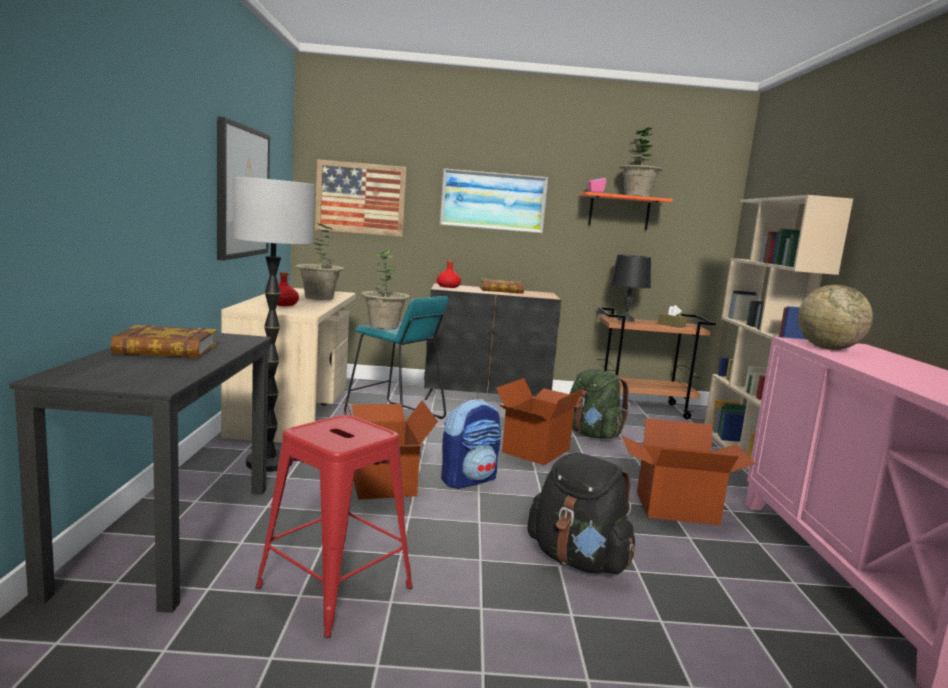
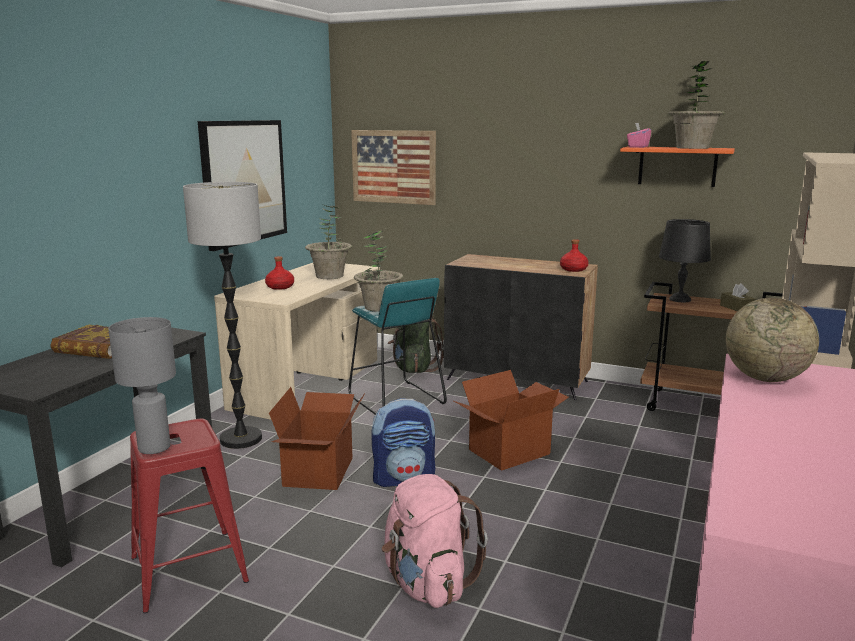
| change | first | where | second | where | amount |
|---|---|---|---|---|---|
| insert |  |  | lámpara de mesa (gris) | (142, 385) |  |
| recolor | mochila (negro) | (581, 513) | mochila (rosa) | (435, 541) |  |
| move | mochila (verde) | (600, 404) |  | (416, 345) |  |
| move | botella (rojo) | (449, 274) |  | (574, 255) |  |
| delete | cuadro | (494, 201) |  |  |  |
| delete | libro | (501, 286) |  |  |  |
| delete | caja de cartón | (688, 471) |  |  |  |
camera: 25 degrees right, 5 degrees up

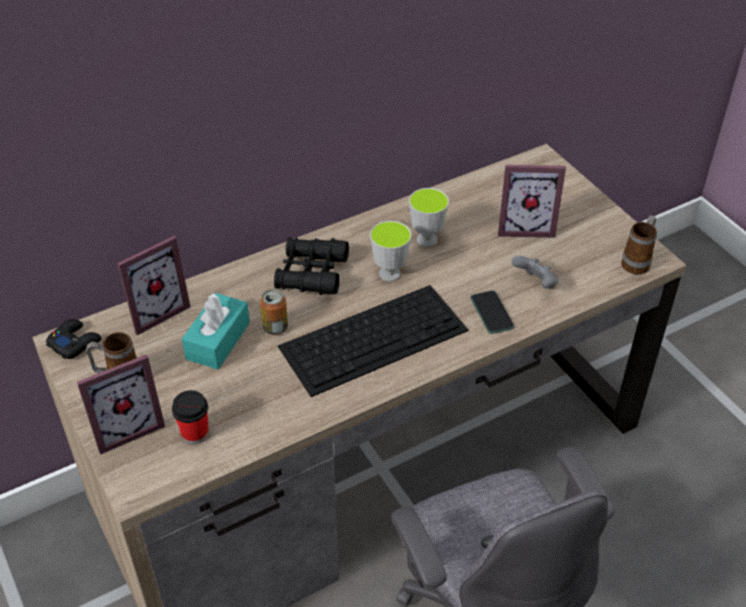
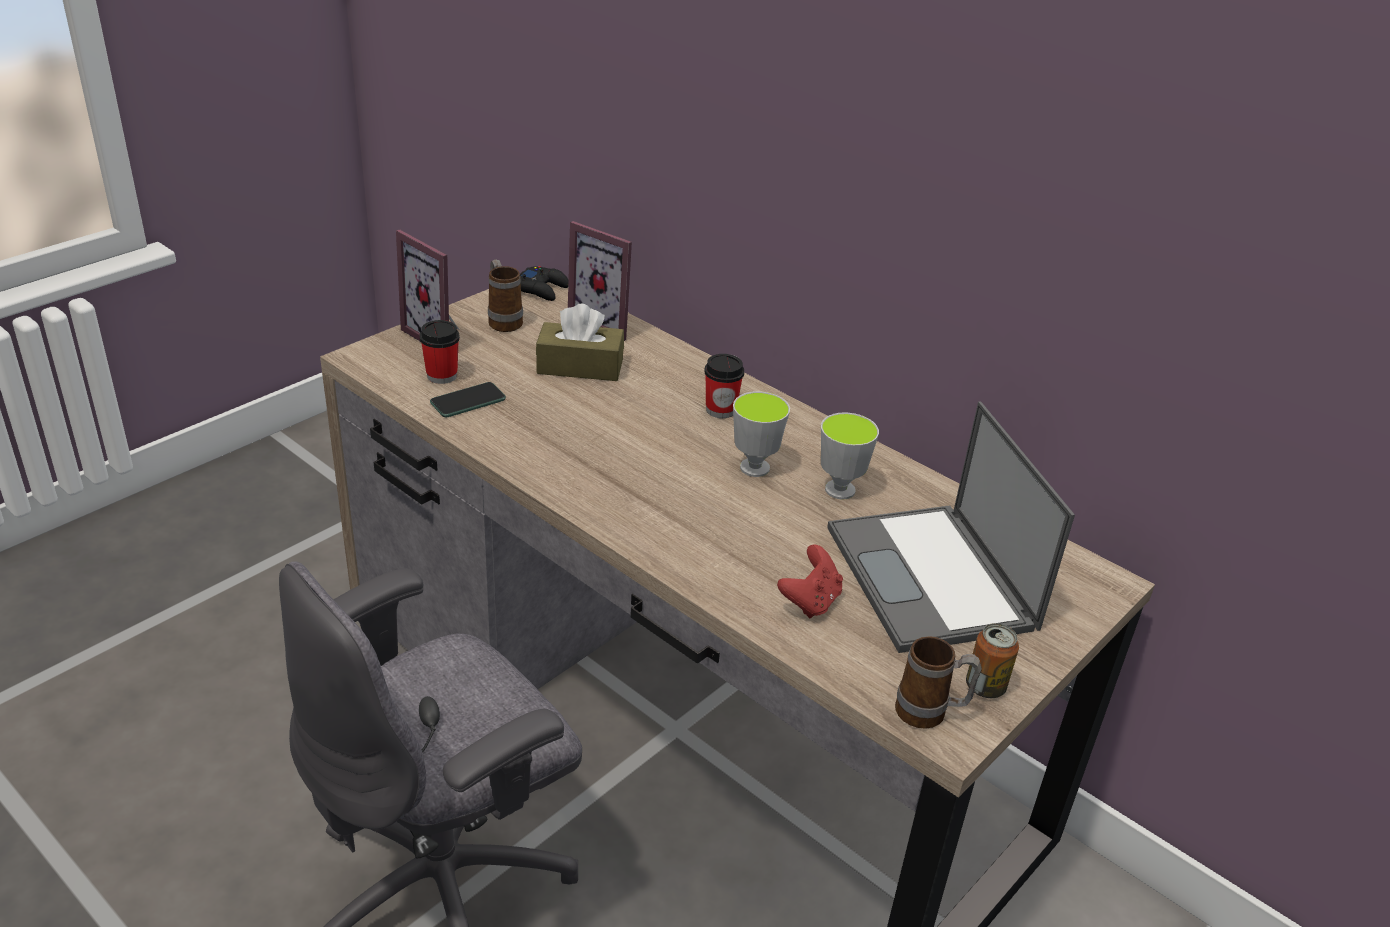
| change | first | where | second | where | amount |
|---|---|---|---|---|---|
| move | móvil | (492, 312) |  | (468, 399) |  |
| recolor | caja de pañuelos (turquesa) | (216, 331) | caja de pañuelos (marrón) | (580, 342) |  |
| replace | prismáticos (negro) | (311, 266) | taza | (724, 386) |  |
| recolor | mando de consola (gris) | (534, 272) | mando de consola (rojo) | (810, 581) |  |
| replace | portarretratos | (532, 201) | portátil | (951, 527) |  |
| move | lata | (274, 312) |  | (992, 660) |  |
| delete | teclado | (373, 341) |  |  |  |
camera: 70 degrees right, 10 degrees down

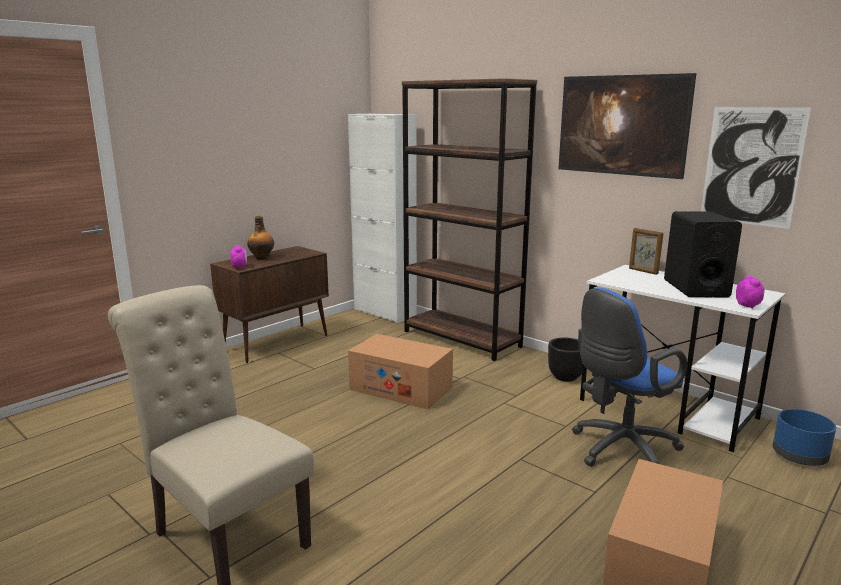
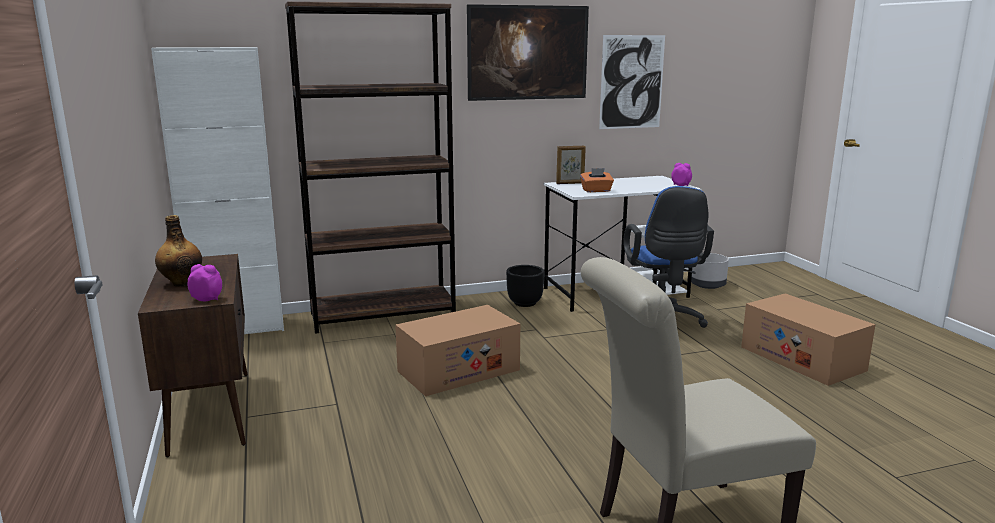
| change | first | where | second | where | amount |
|---|---|---|---|---|---|
| insert |  |  | caja de pañuelos (naranja) | (597, 180) |  |
| recolor | maceta (azul) | (804, 437) | maceta (gris) | (710, 271) |  |
| delete | altavoz (negro) | (703, 254) |  |  |  |
camera: 60 degrees left, 0 degrees up

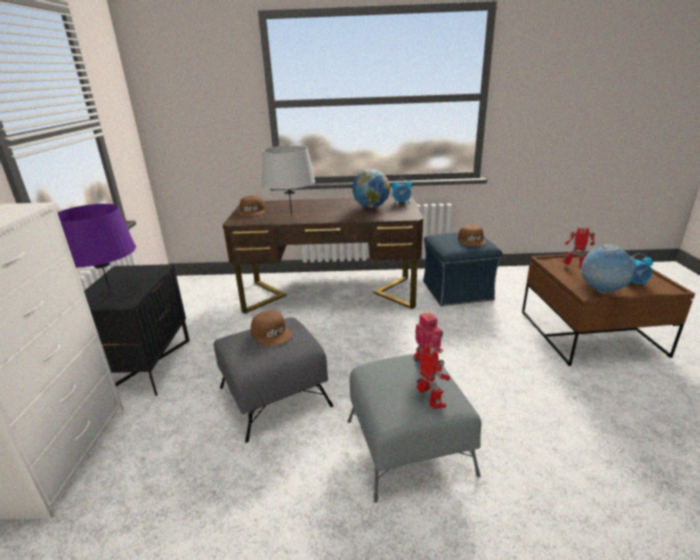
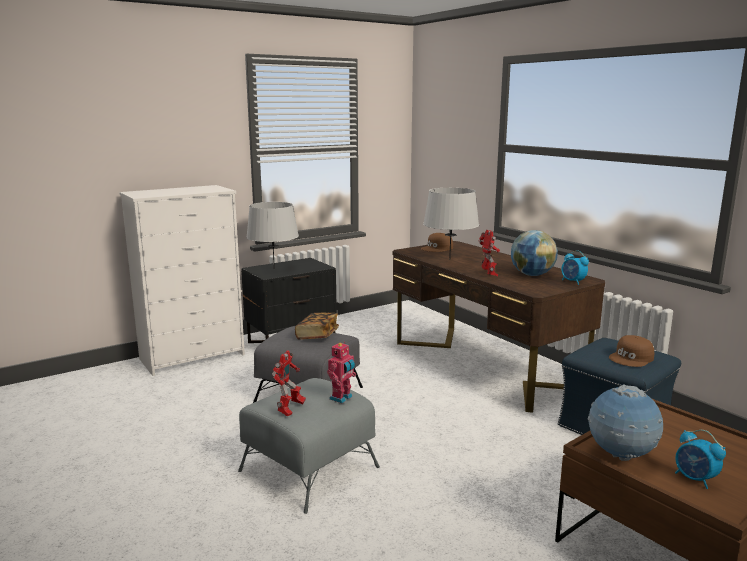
| change | first | where | second | where | amount |
|---|---|---|---|---|---|
| recolor | lámpara de mesa (morado) | (96, 249) | lámpara de mesa (gris) | (272, 236) |  |
| replace | gorra (marrón) | (272, 328) | libro | (317, 326) |  |
| move | robot de juguete | (578, 248) |  | (489, 253) |  |
camera: 55 degrees right, 10 degrees down

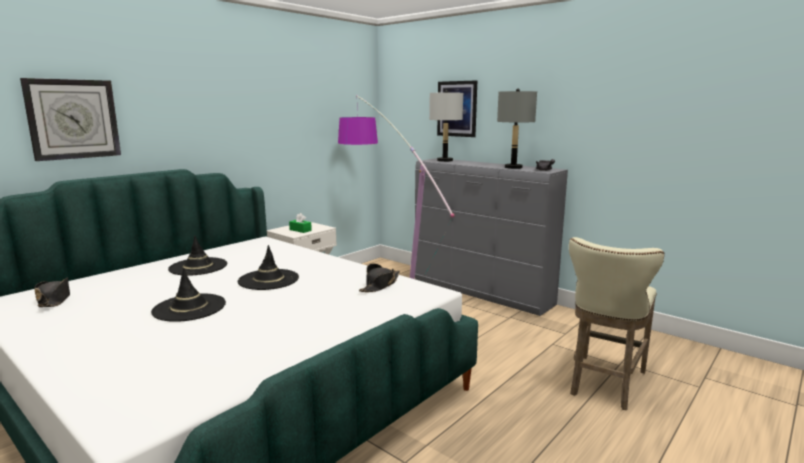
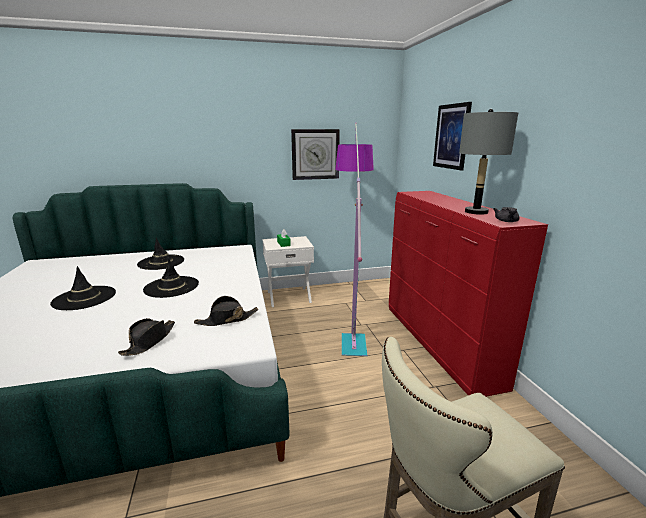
| change | first | where | second | where | amount |
|---|---|---|---|---|---|
| move | sombrero (negro) | (52, 292) |  | (146, 337) |  |
| move | reloj de pared | (70, 119) |  | (315, 154) |  |
| recolor | cómoda (gris) | (491, 237) | cómoda (rojo) | (468, 294) |  |
| delete | lámpara de mesa (gris) | (446, 126) |  |  |  |
camera: 35 degrees right, 5 degrees up

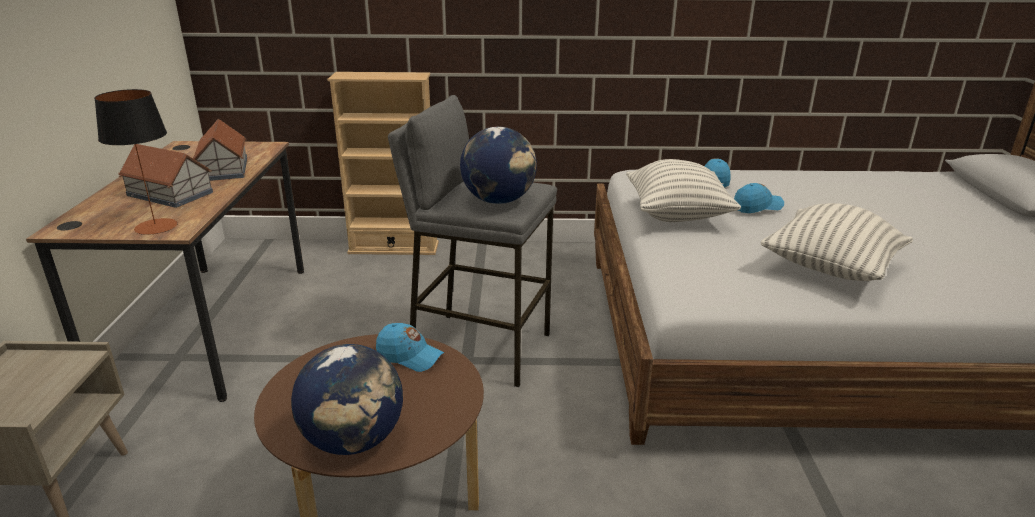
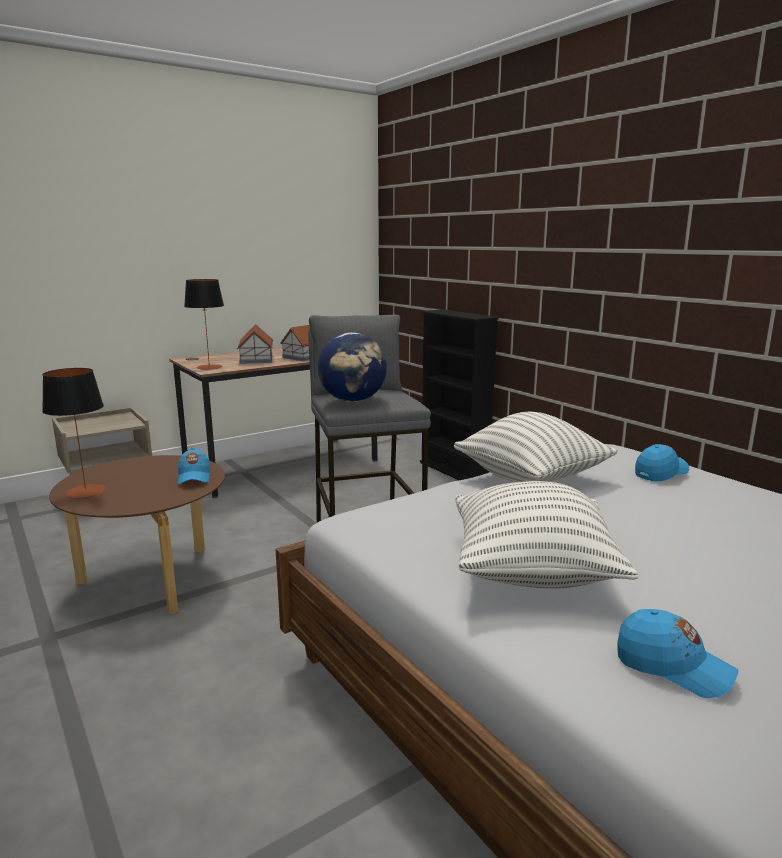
| change | first | where | second | where | amount |
|---|---|---|---|---|---|
| replace | globo terráqueo | (347, 399) | lámpara de mesa | (74, 433) |  |
| recolor | estantería (beis) | (383, 163) | estantería (negro) | (459, 394) |  |
| move | gorra (azul) | (759, 198) |  | (678, 653) |  |
camera: 55 degrees right, 10 degrees down

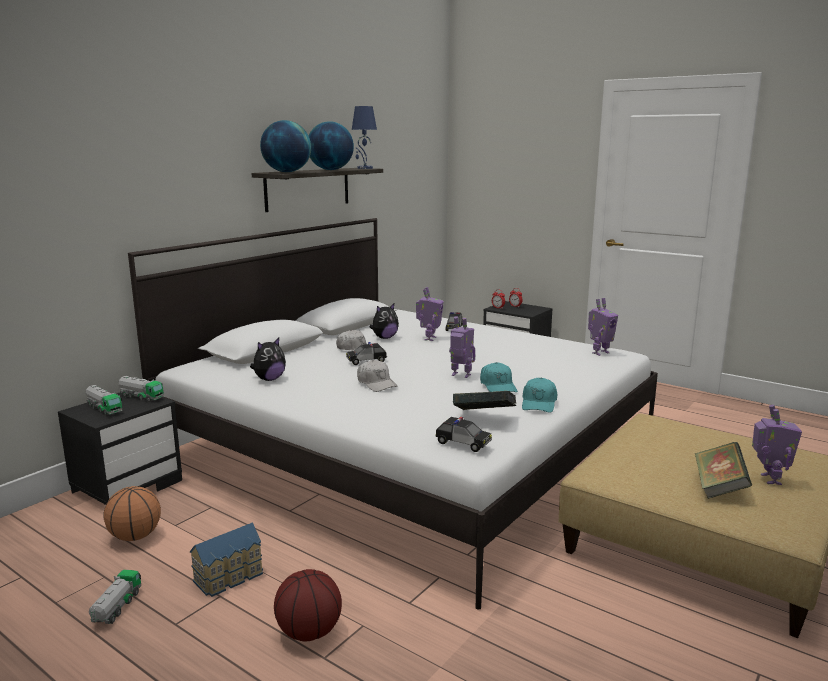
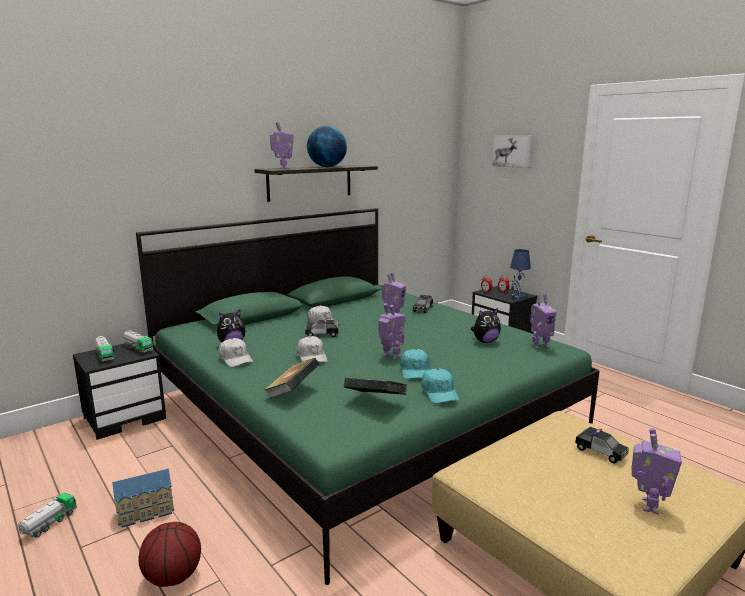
| change | first | where | second | where | amount |
|---|---|---|---|---|---|
| recolor | cama (blanco) | (393, 414) | cama (verde) | (368, 396) |  |
| insert |  |  | gorra (blanco) | (236, 352) |  |
| move | libro | (723, 470) |  | (291, 378) |  |
| replace | globo terráqueo | (285, 146) | robot de juguete | (281, 145) |  |
| rotate | gorra (turquesa) | (539, 395) |  | (440, 386) | 45 degrees counterclockwise |
| move | peluche | (384, 321) |  | (486, 325) |  |
| insert |  |  | cuadro | (512, 152) |  |
| move | lámpara de mesa (azul) | (364, 137) |  | (520, 273) |  |
| move | coche de juguete | (463, 434) |  | (602, 445) |  |
| delete | balón de baloncesto | (132, 513) |  |  |  |
camera: 15 degrees right, 0 degrees up

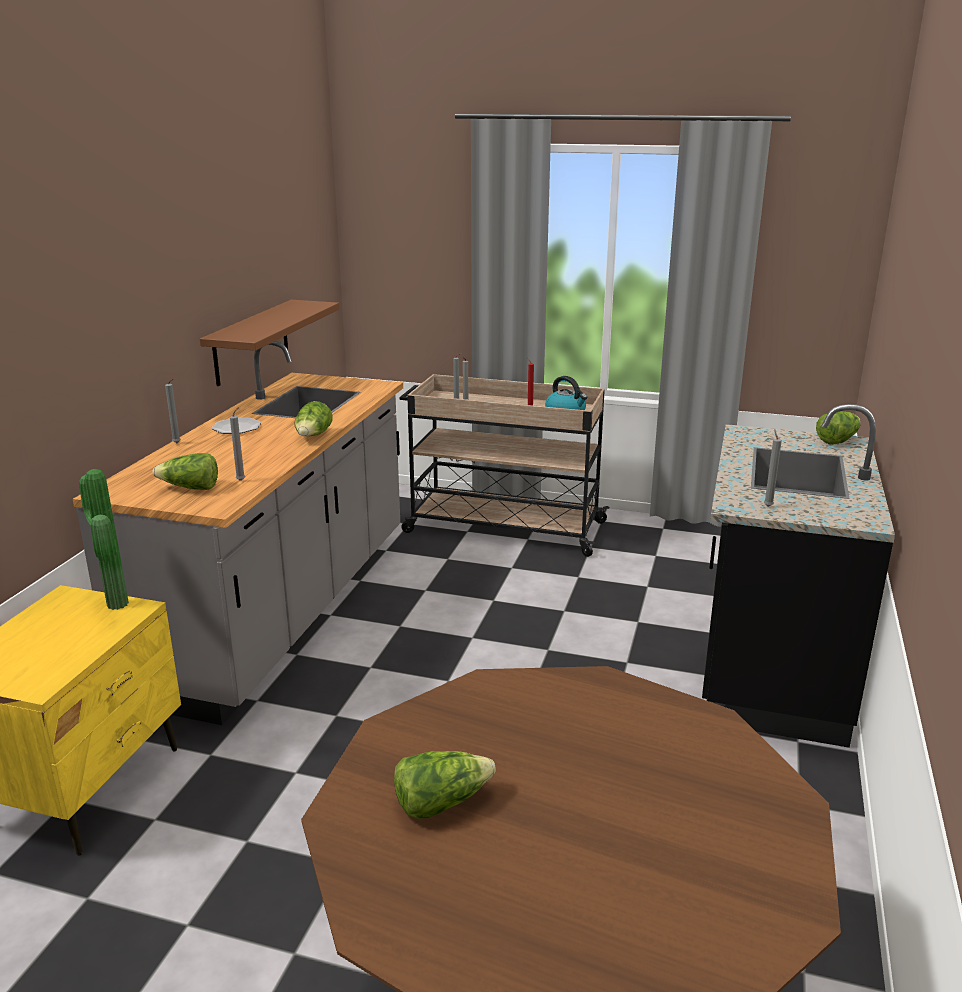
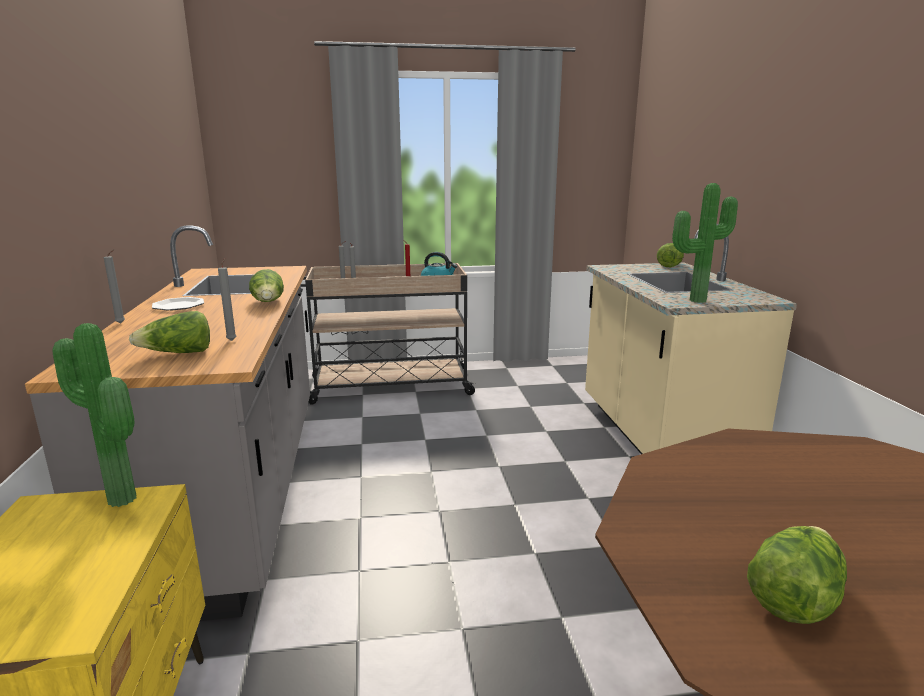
| change | first | where | second | where | amount |
|---|---|---|---|---|---|
| recolor | mueble bajo de cocina (negro) | (798, 576) | mueble bajo de cocina (beis) | (691, 339) |  |
| replace | vela (gris) | (773, 468) | planta en maceta | (705, 243) |  |
| delete | estante (marrón) | (269, 343) |  |  |  |
camera: 25 degrees left, 5 degrees down

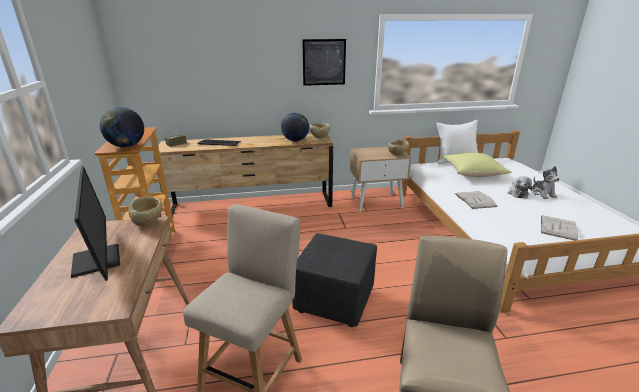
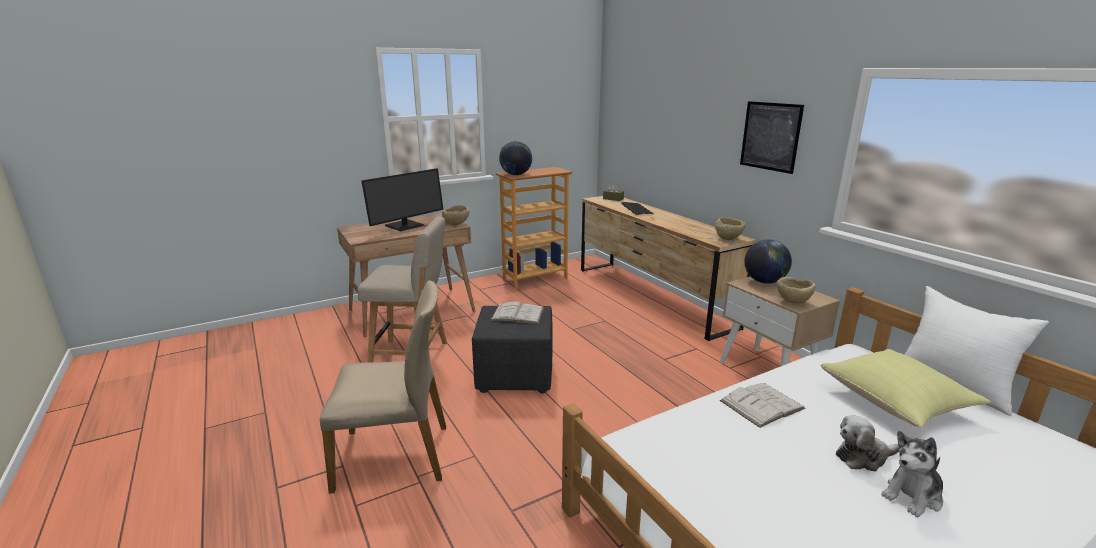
| change | first | where | second | where | amount |
|---|---|---|---|---|---|
| move | libro (blanco) | (559, 227) |  | (517, 312) |  |
| move | globo terráqueo | (295, 127) |  | (768, 261) |  |
camera: 70 degrees right, 5 degrees down

